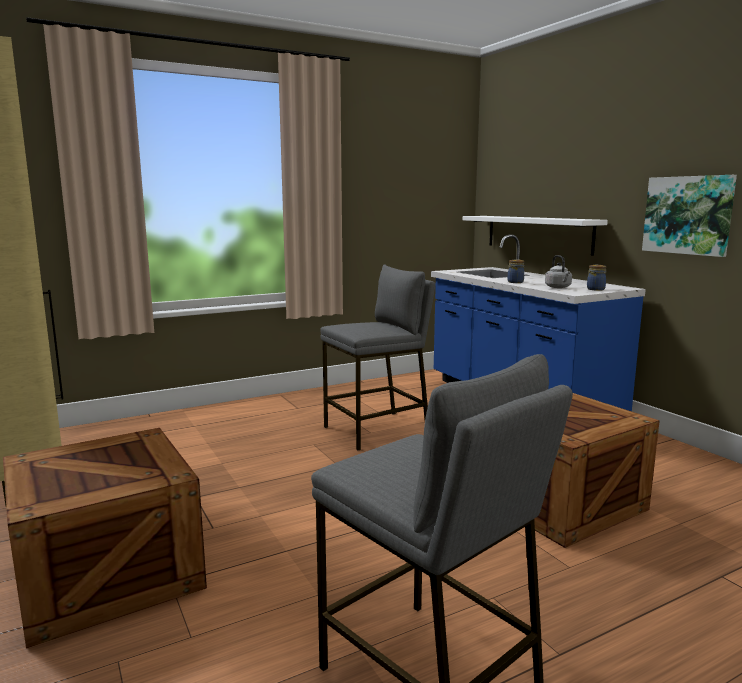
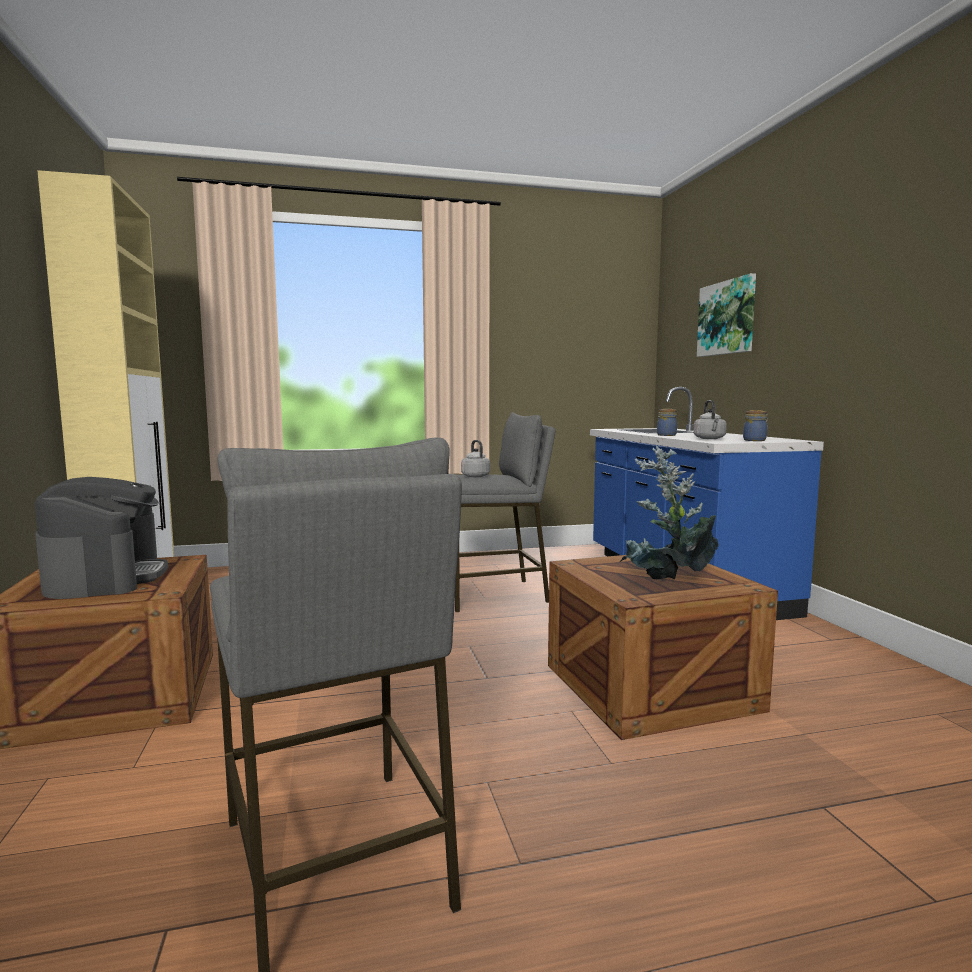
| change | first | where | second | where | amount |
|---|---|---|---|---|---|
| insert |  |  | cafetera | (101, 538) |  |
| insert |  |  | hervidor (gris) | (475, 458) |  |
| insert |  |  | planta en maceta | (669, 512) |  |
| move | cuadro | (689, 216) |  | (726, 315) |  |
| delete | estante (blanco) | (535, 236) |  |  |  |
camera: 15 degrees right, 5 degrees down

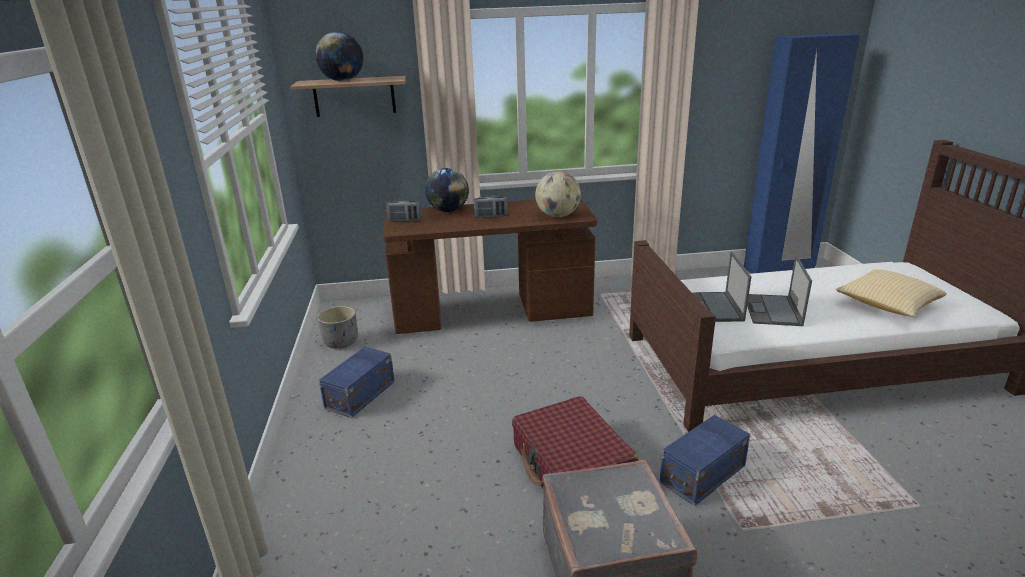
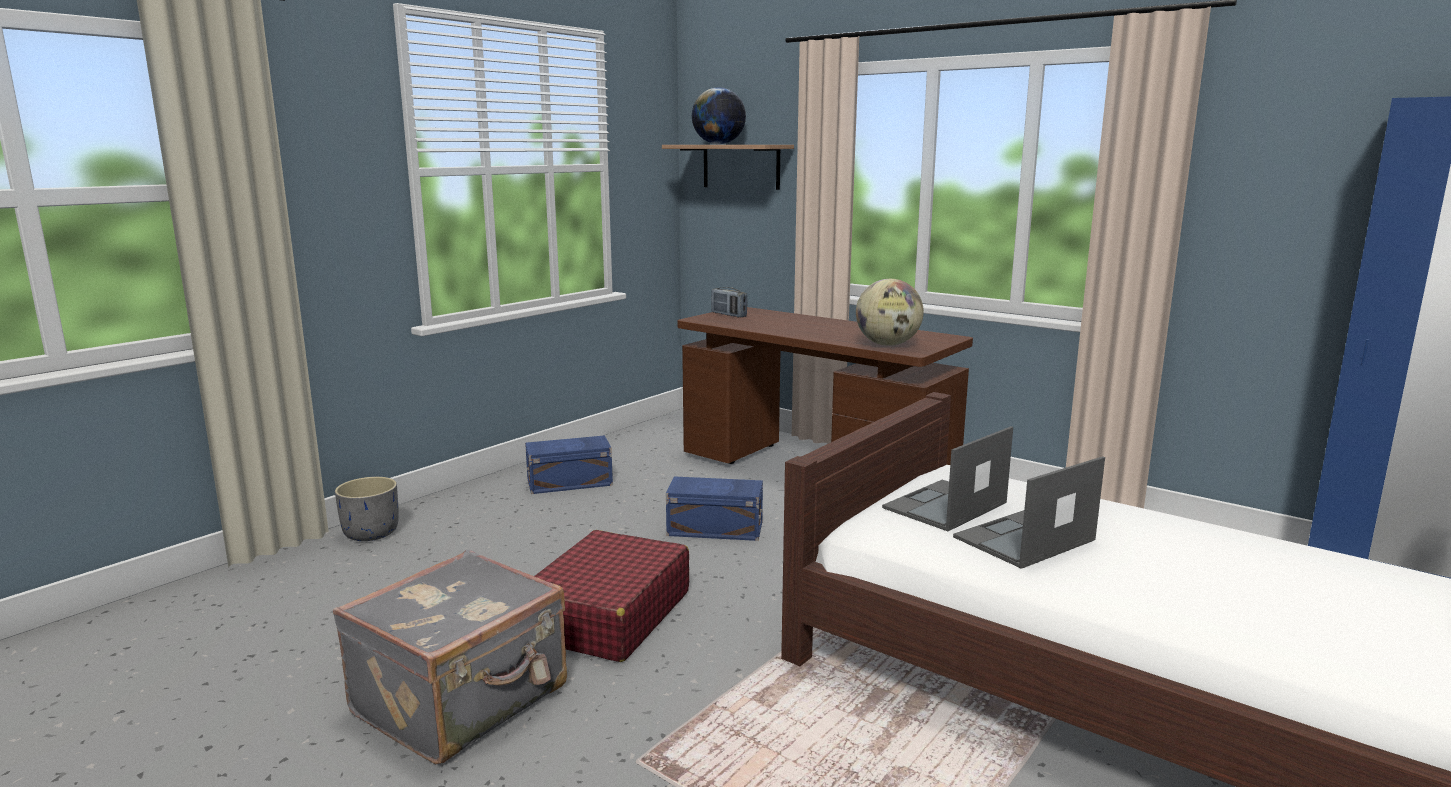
| change | first | where | second | where | amount |
|---|---|---|---|---|---|
| move | maceta (gris) | (337, 327) |  | (367, 509) |  |
| move | caja de almacenaje (azul) | (705, 460) |  | (714, 508) |  |
| delete | globo terráqueo | (447, 190) |  |  |  |
| delete | radio | (491, 206) |  |  |  |
| delete | cojín | (891, 293) |  |  |  |
camera: 45 degrees right, 10 degrees down

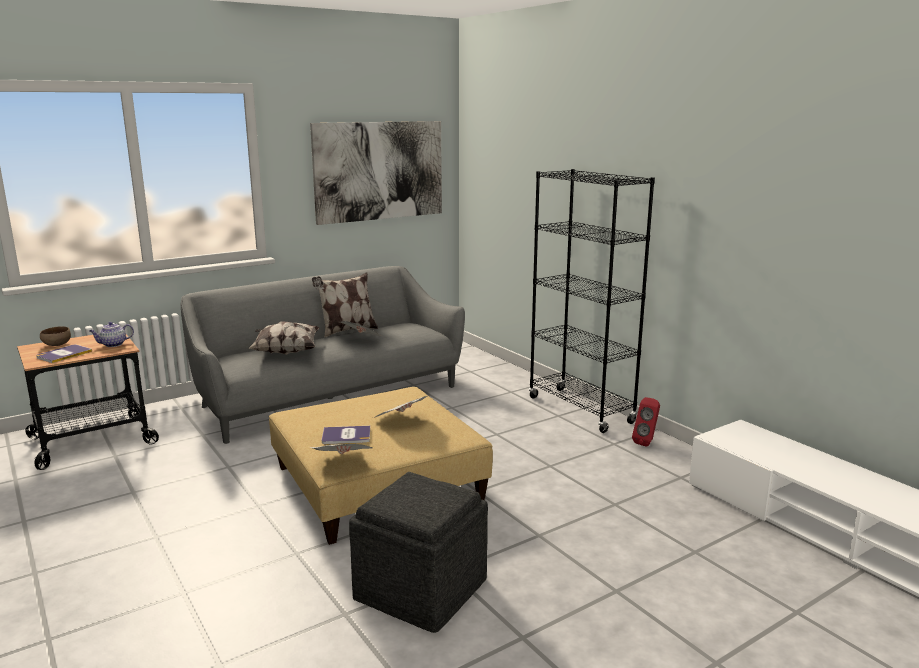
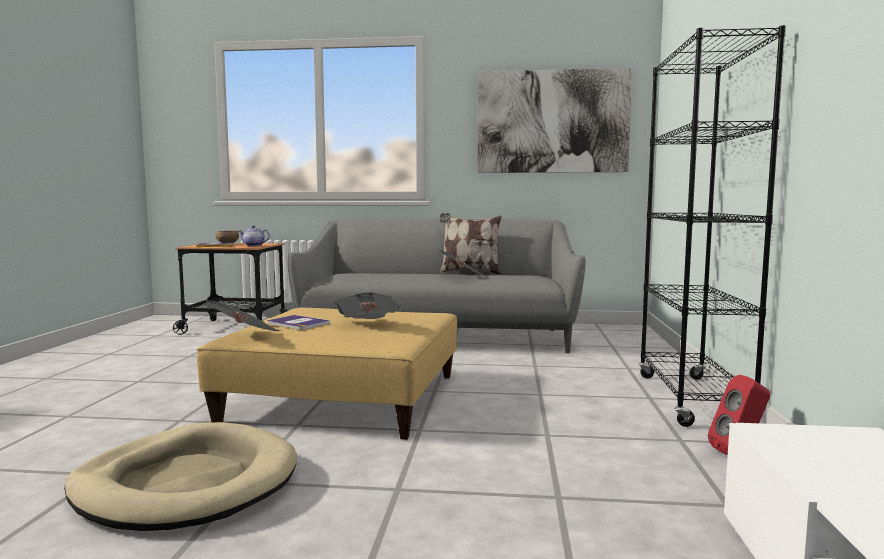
| change | first | where | second | where | amount |
|---|---|---|---|---|---|
| replace | puf (gris) | (418, 552) | cama para perro (beis) | (180, 476) |  |
| delete | cojín | (284, 338) |  |  |  |
camera: 40 degrees right, 10 degrees down

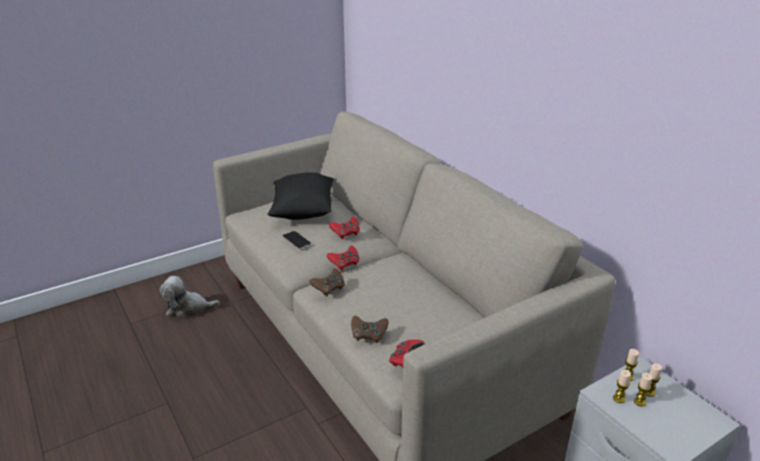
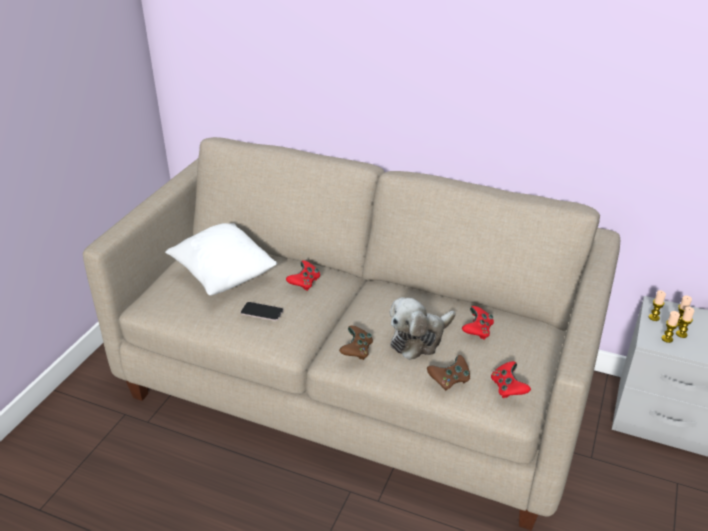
| change | first | where | second | where | amount |
|---|---|---|---|---|---|
| recolor | cojín (negro) | (300, 196) | cojín (blanco) | (221, 259) |  |
| move | peluche | (189, 297) |  | (422, 328) |  |
| move | mando de consola (rojo) | (343, 258) |  | (478, 323) |  |
camera: 35 degrees left, 5 degrees up

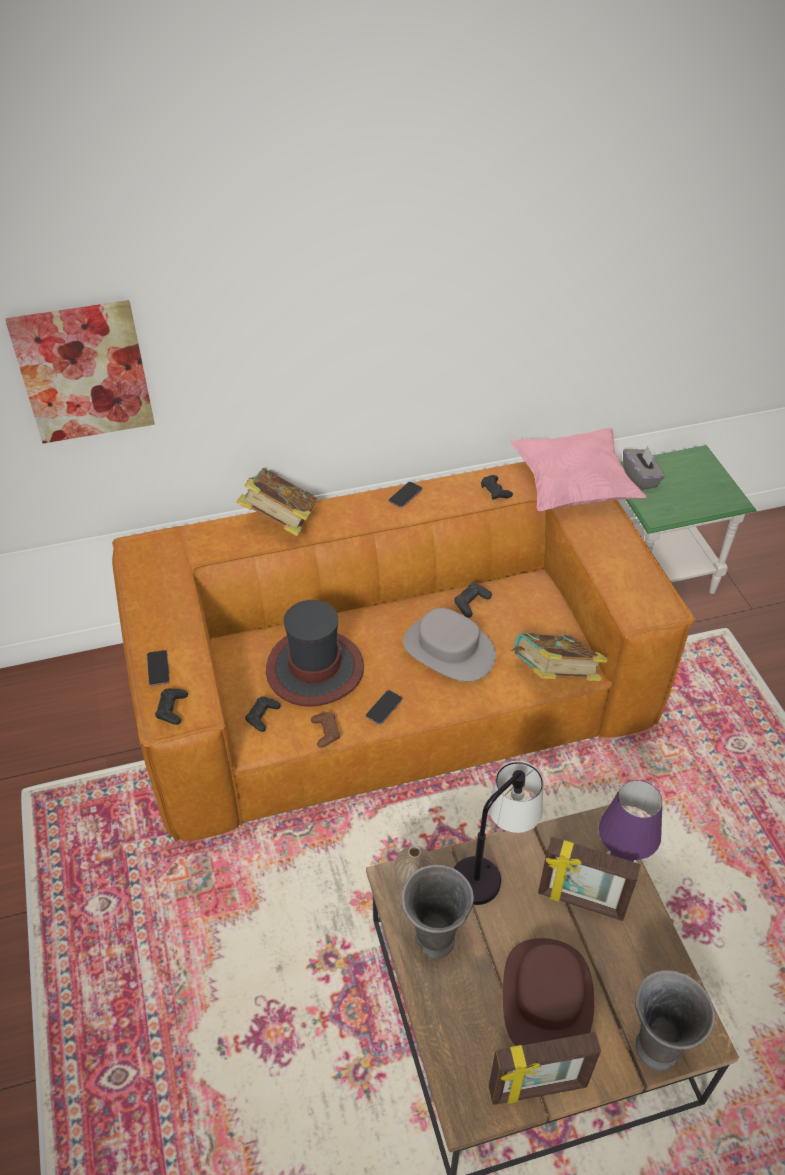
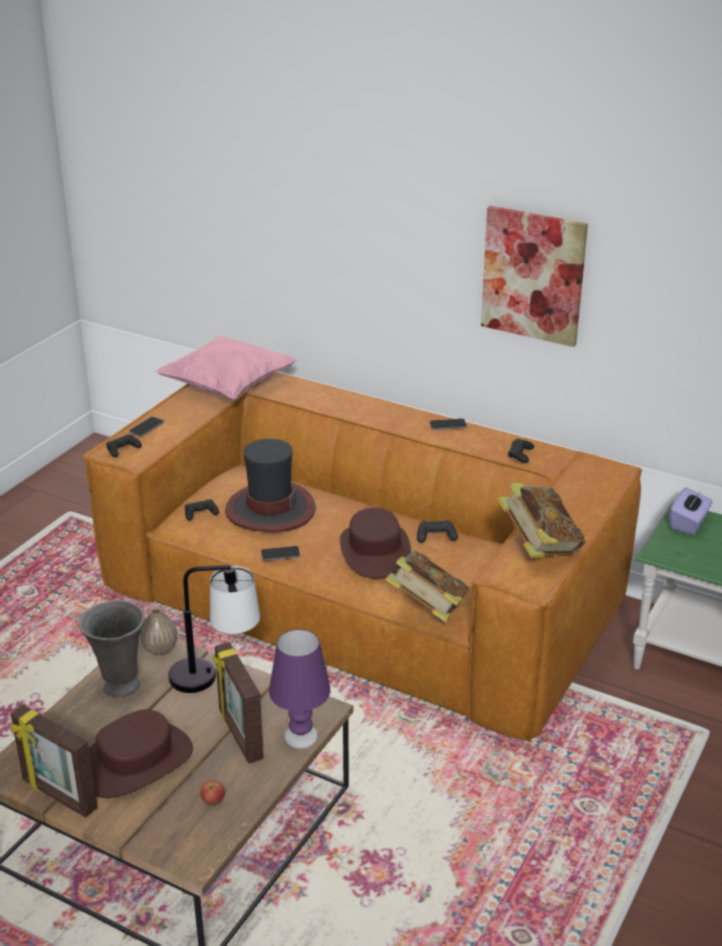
| change | first | where | second | where | amount |
|---|---|---|---|---|---|
| move | cojín (rosa) | (578, 469) |  | (226, 368) |  |
| insert |  |  | manzana | (212, 792) |  |
| recolor | sombrero (gris) | (449, 645) | sombrero (marrón) | (375, 543) |  |
| move | cuadro | (80, 371) |  | (534, 276) |  |
| move | libro | (277, 502) |  | (541, 520) |  |
| recolor | caja de pañuelos (gris) | (644, 468) | caja de pañuelos (morado) | (691, 511) |  |
| delete | mando de consola (marrón) | (325, 730) |  |  |  |
| delete | florero (gris) | (675, 1020) |  |  |  |
camera: 45 degrees right, 15 degrees down

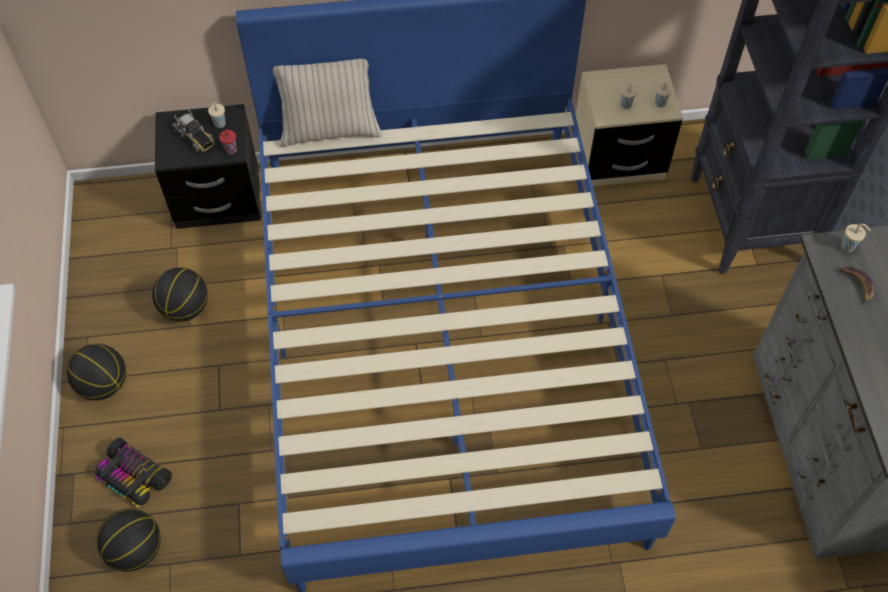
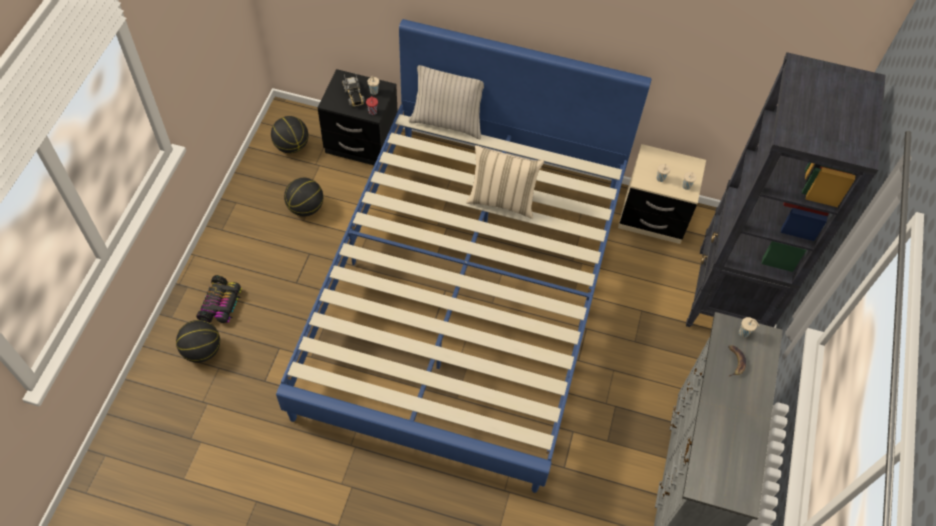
| change | first | where | second | where | amount |
|---|---|---|---|---|---|
| rotate | coche de juguete | (133, 472) |  | (219, 299) | 135 degrees counterclockwise |
| move | balón de baloncesto | (96, 372) |  | (289, 135) |  |
| insert |  |  | cojín (beis) | (505, 182) |  |
camera: 20 degrees right, 0 degrees up

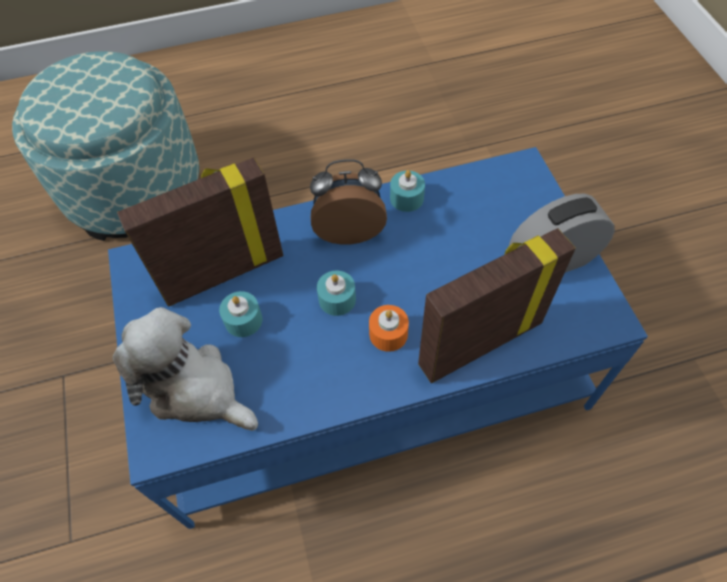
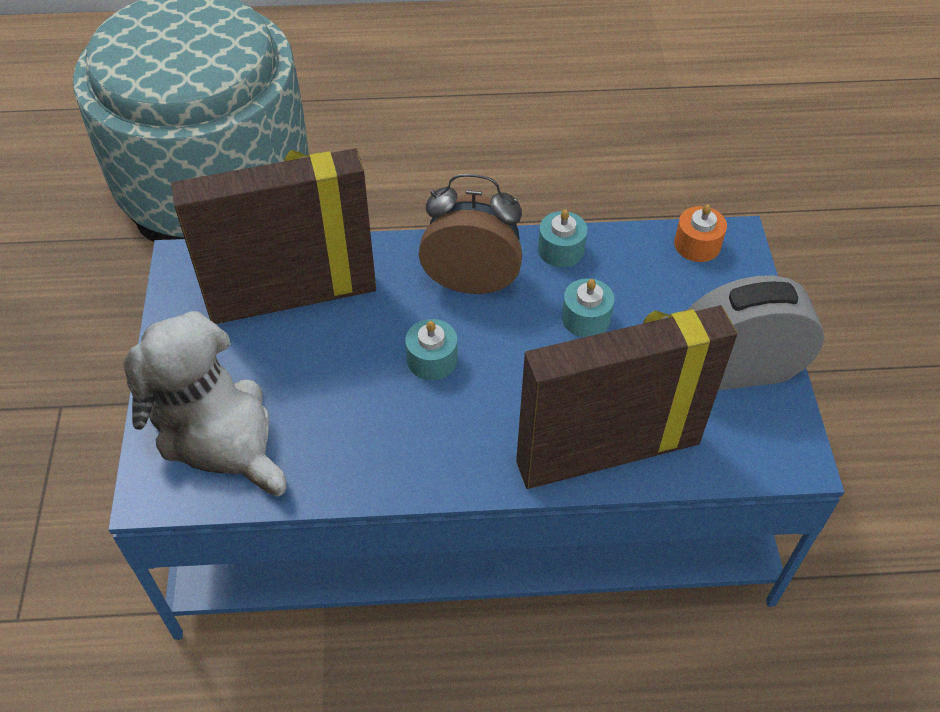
| change | first | where | second | where | amount |
|---|---|---|---|---|---|
| move | vela (turquesa) | (240, 314) |  | (588, 307) |  |
| move | vela (naranja) | (389, 328) |  | (700, 233) |  |
camera: 10 degrees right, 5 degrees down

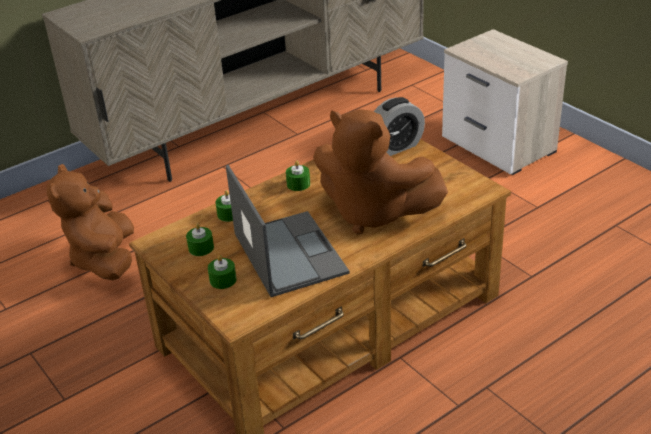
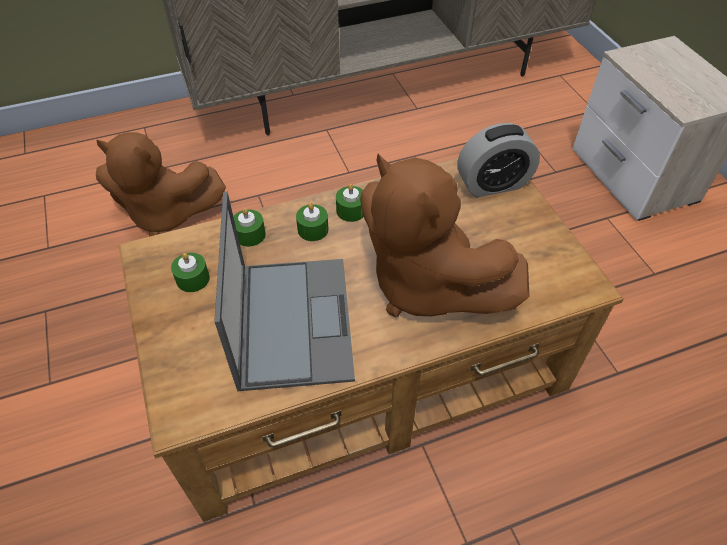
| change | first | where | second | where | amount |
|---|---|---|---|---|---|
| rotate | peluche (marrón) | (90, 222) |  | (161, 185) | 90 degrees counterclockwise |
| move | vela (verde) | (222, 272) |  | (312, 222) |  |
camera: 15 degrees right, 15 degrees up

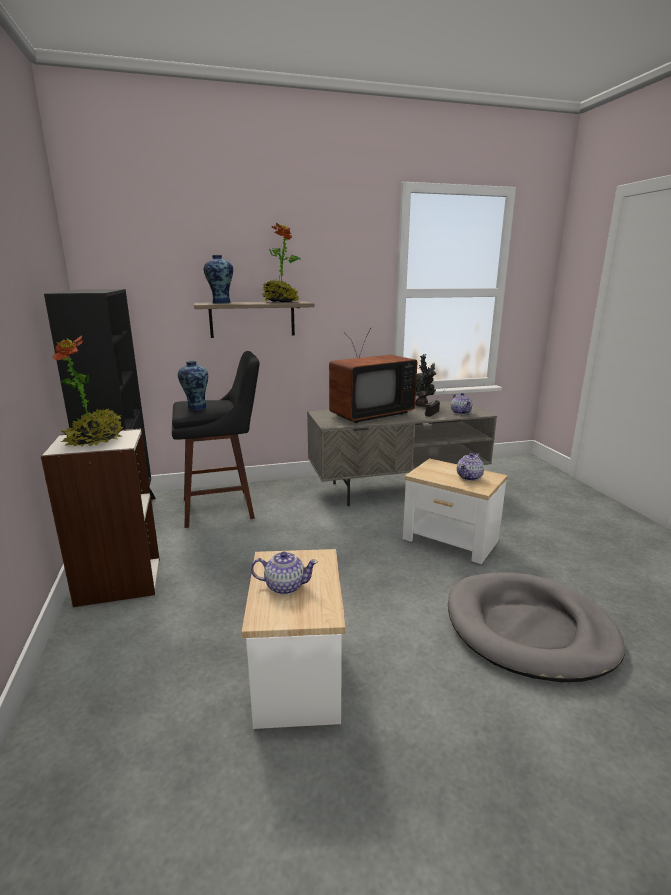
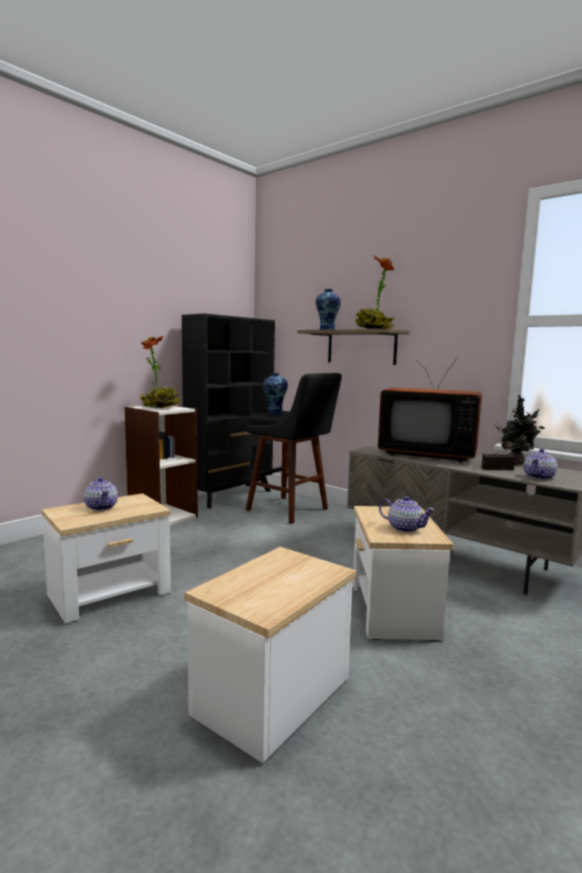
| change | first | where | second | where | amount |
|---|---|---|---|---|---|
| replace | cama para perro (gris) | (536, 627) | mesa auxiliar | (270, 655) |  |
| rotate | tetera | (470, 467) |  | (407, 514) | 150 degrees counterclockwise |
camera: 55 degrees right, 10 degrees down

